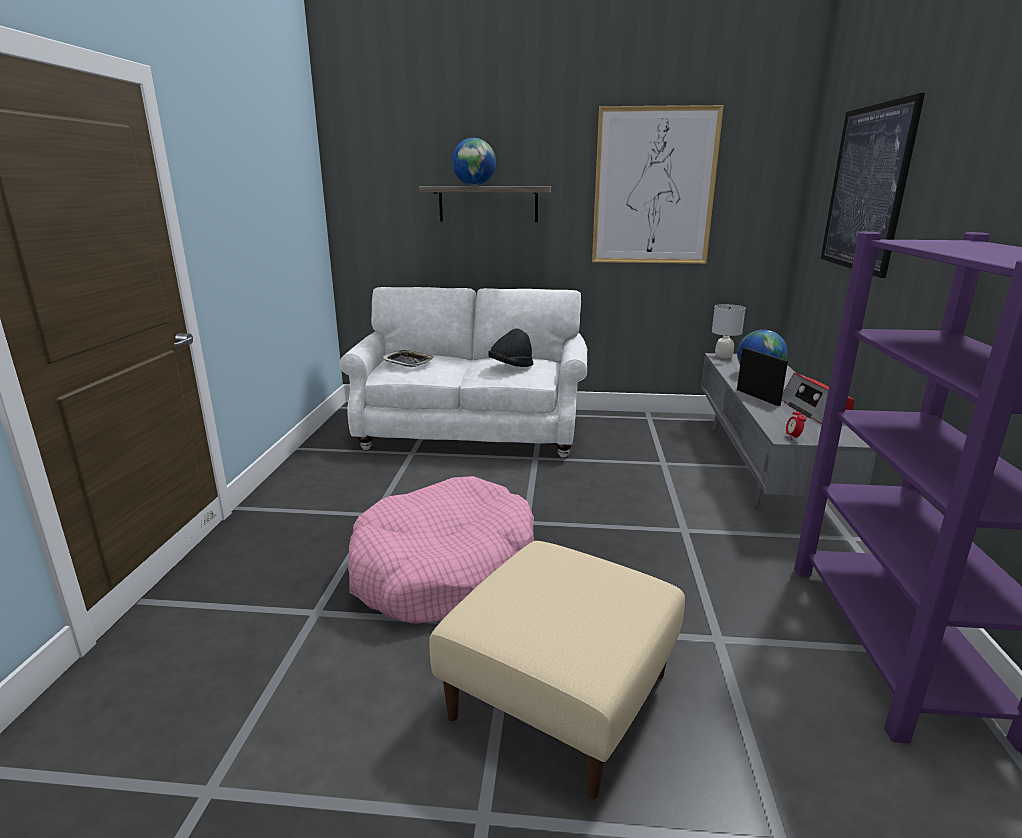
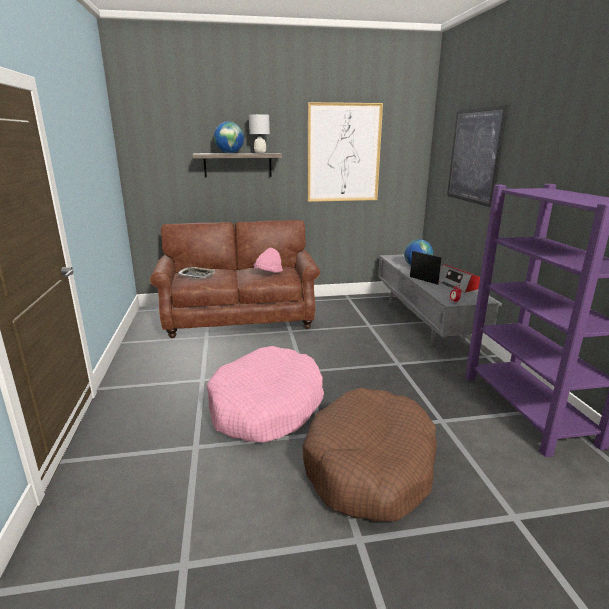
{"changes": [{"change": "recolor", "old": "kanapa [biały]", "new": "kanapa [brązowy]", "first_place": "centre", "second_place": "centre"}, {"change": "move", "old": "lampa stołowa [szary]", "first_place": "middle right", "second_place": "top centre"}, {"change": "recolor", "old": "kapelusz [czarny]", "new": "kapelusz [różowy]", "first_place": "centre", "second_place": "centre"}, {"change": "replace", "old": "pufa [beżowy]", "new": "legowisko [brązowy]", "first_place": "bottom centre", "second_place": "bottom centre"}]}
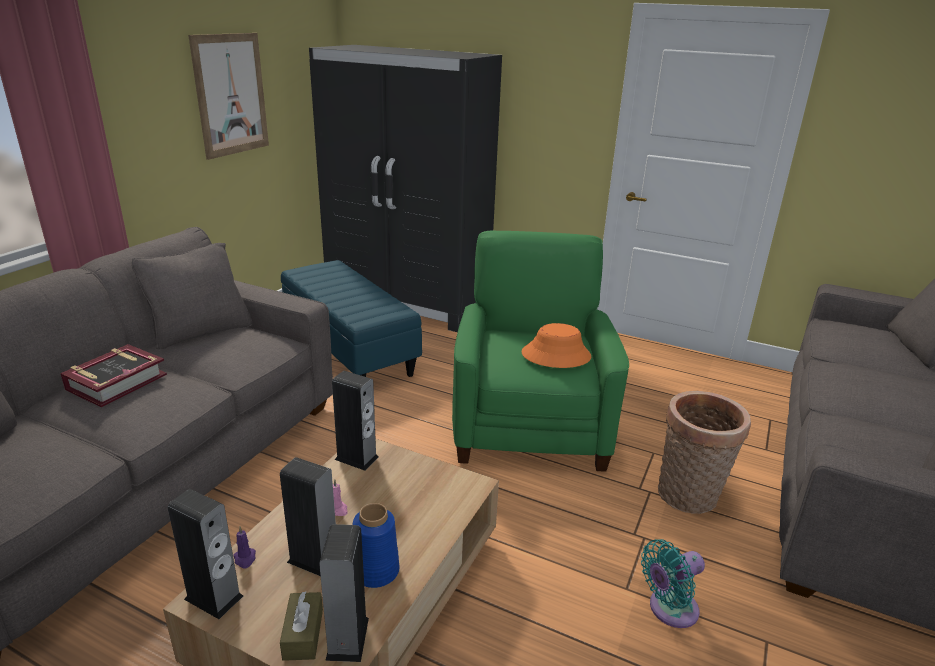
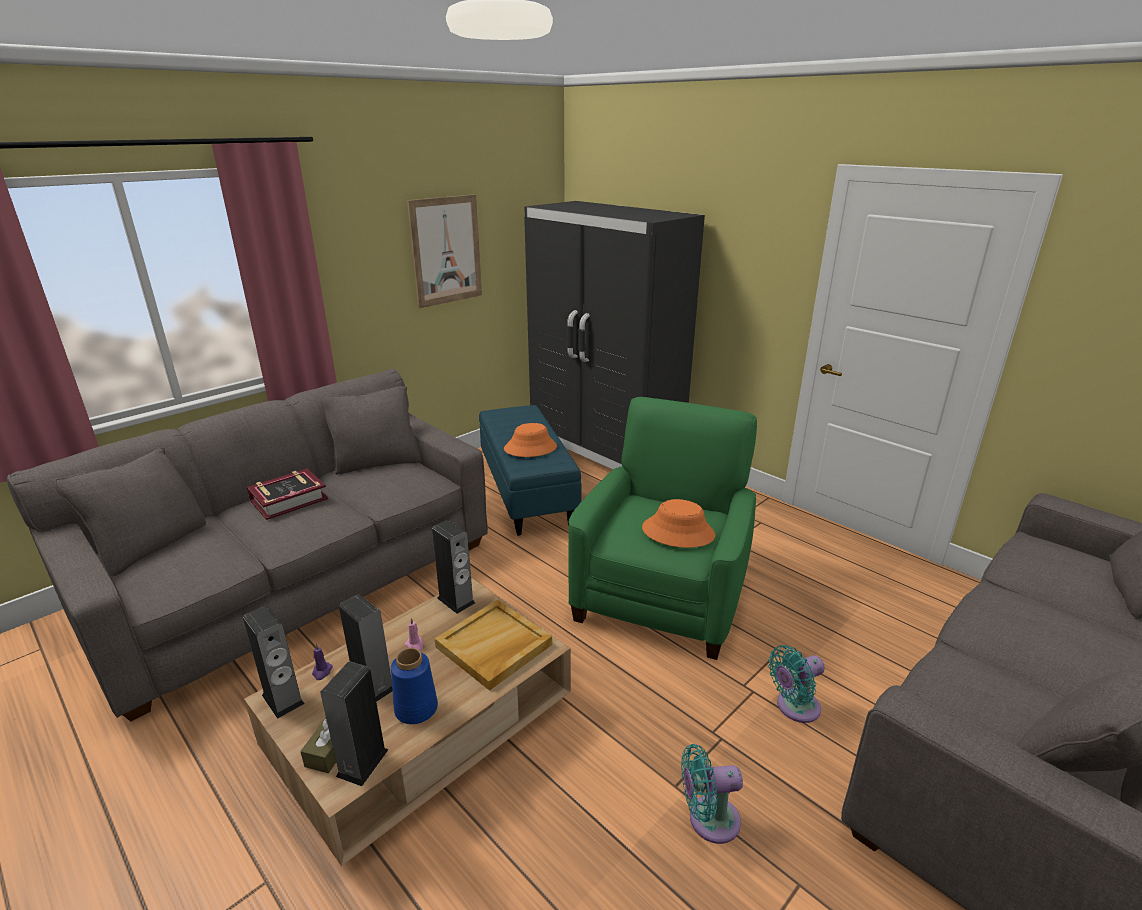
{"changes": [{"change": "replace", "old": "koszyk", "new": "wentylator [turkusowy] (2nd from left)", "first_place": "bottom right", "second_place": "bottom right"}, {"change": "insert", "new": "kapelusz [pomarańczowy] (1st from left)", "second_place": "centre"}, {"change": "insert", "new": "taca [beżowy]", "second_place": "bottom centre"}]}
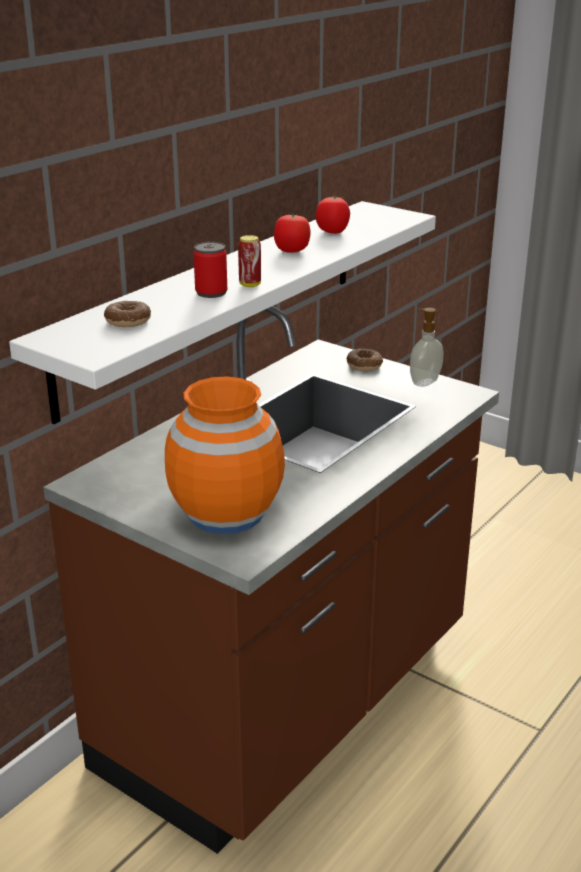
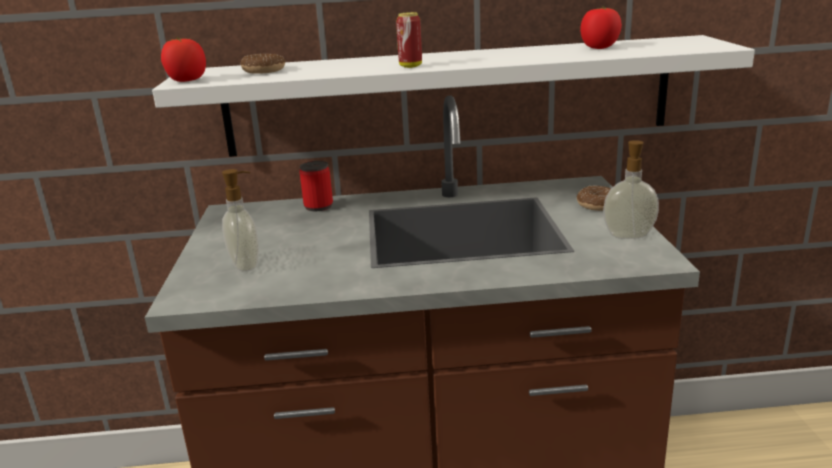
{"changes": [{"change": "move", "old": "pomidor (1st from left)", "first_place": "top centre", "second_place": "top left"}, {"change": "move", "old": "puszka (1st from left)", "first_place": "top centre", "second_place": "centre"}, {"change": "replace", "old": "wazon [pomarańczowy]", "new": "dozownik mydła (1st from left)", "first_place": "centre", "second_place": "middle left"}]}
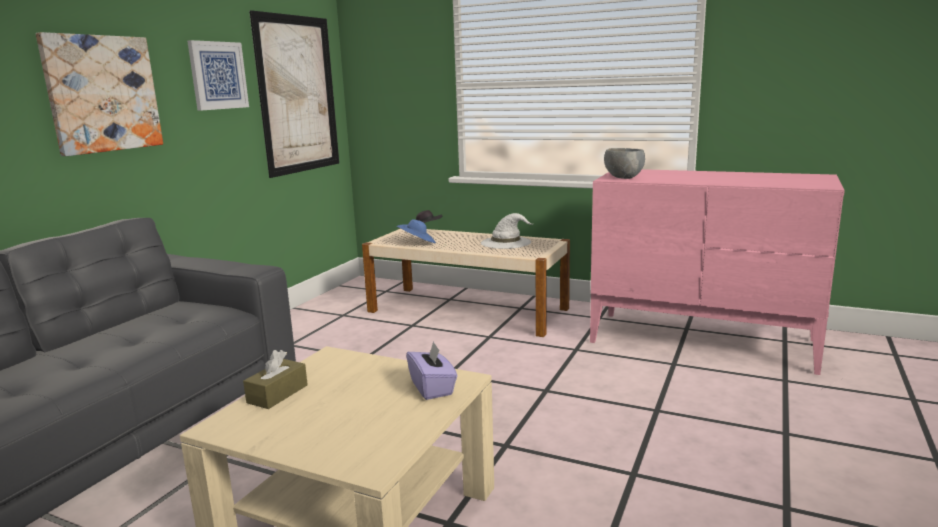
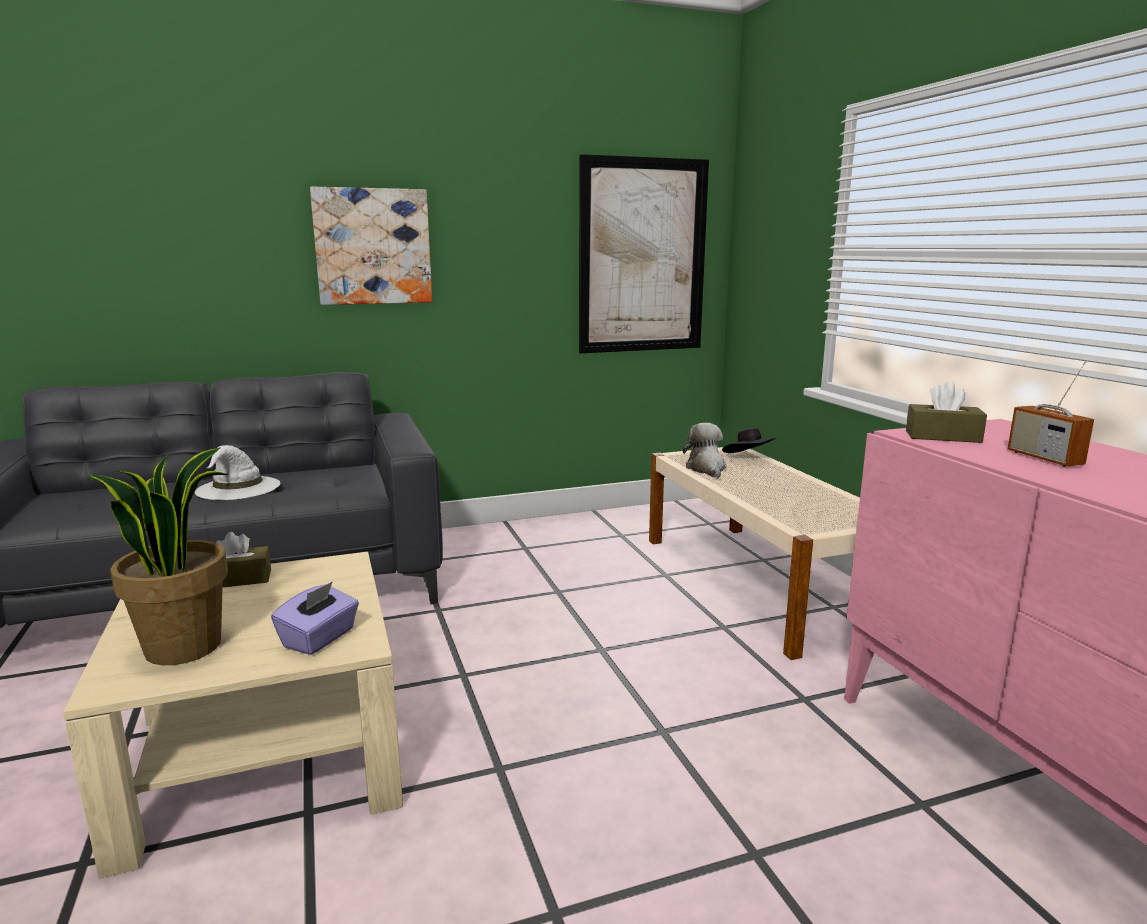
{"changes": [{"change": "delete", "old": "obraz (2nd from left)", "first_place": "top left"}, {"change": "replace", "old": "miska [szary]", "new": "pudełko chusteczek [brązowy] (2nd from left)", "first_place": "top centre", "second_place": "middle right"}, {"change": "move", "old": "kapelusz [biały]", "first_place": "centre", "second_place": "middle left"}, {"change": "replace", "old": "kapelusz [niebieski]", "new": "pluszak", "first_place": "centre", "second_place": "centre"}, {"change": "insert", "new": "radio", "second_place": "middle right"}, {"change": "insert", "new": "roślina doniczkowa", "second_place": "middle left"}]}
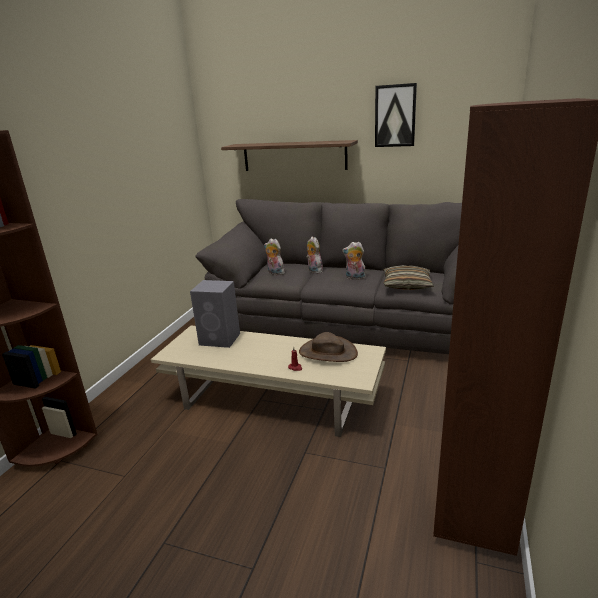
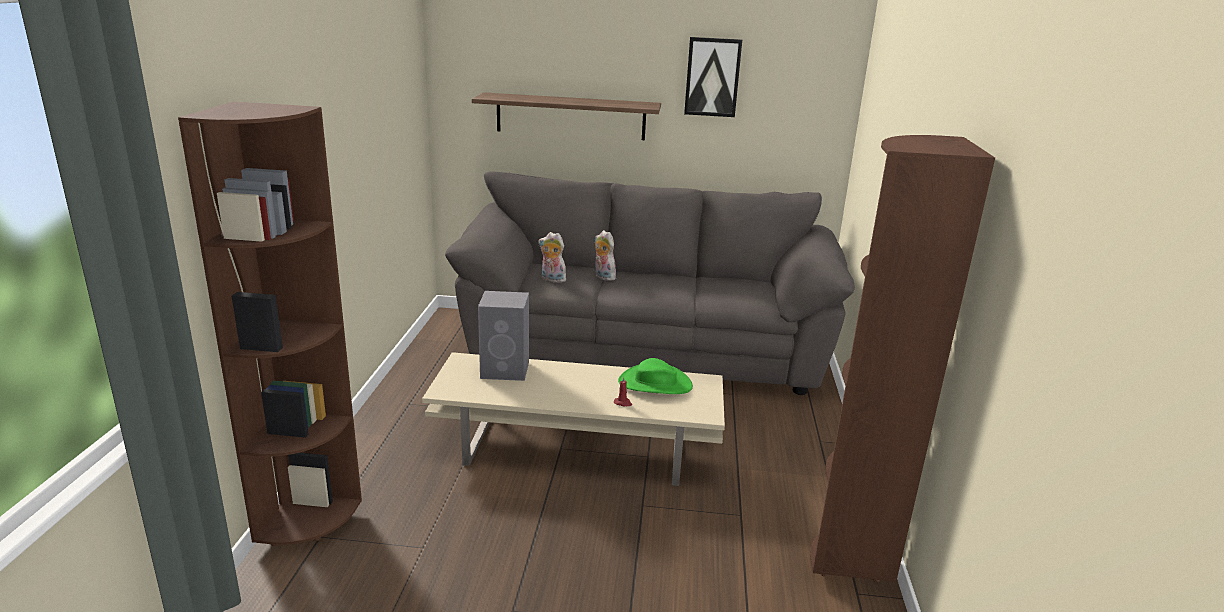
{"changes": [{"change": "delete", "old": "pluszak (3rd from left)", "first_place": "centre"}, {"change": "delete", "old": "poduszka", "first_place": "middle right"}, {"change": "recolor", "old": "kapelusz [brązowy]", "new": "kapelusz [zielony]", "first_place": "centre", "second_place": "centre"}]}
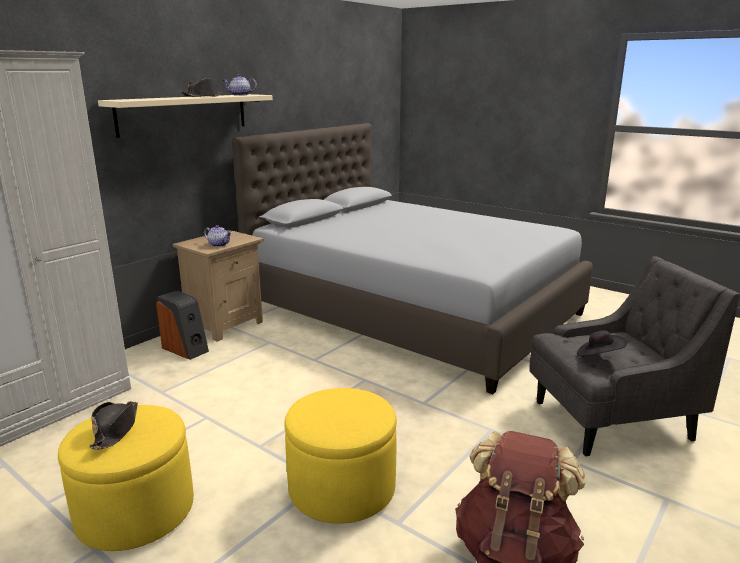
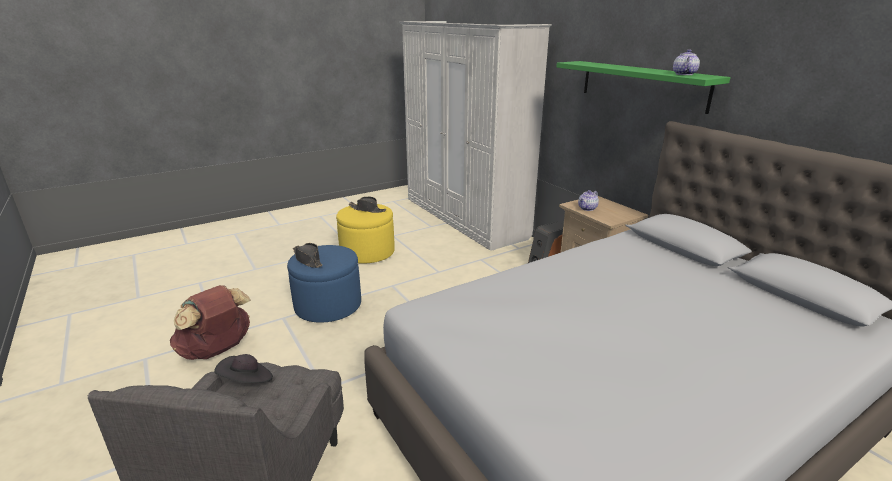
{"changes": [{"change": "move", "old": "kapelusz [czarny] (2nd from left)", "first_place": "top left", "second_place": "centre"}, {"change": "recolor", "old": "półka [beżowy]", "new": "półka [zielony]", "first_place": "top left", "second_place": "top right"}, {"change": "recolor", "old": "pufa [żółty] (2nd from left)", "new": "pufa [niebieski]", "first_place": "bottom centre", "second_place": "centre"}]}
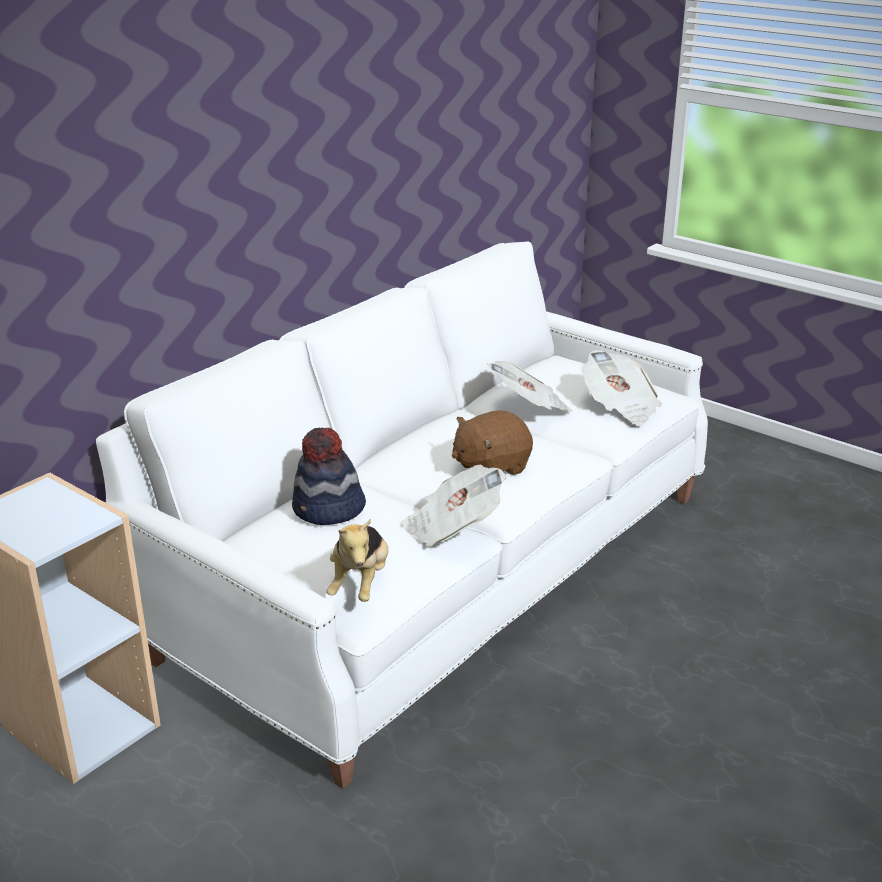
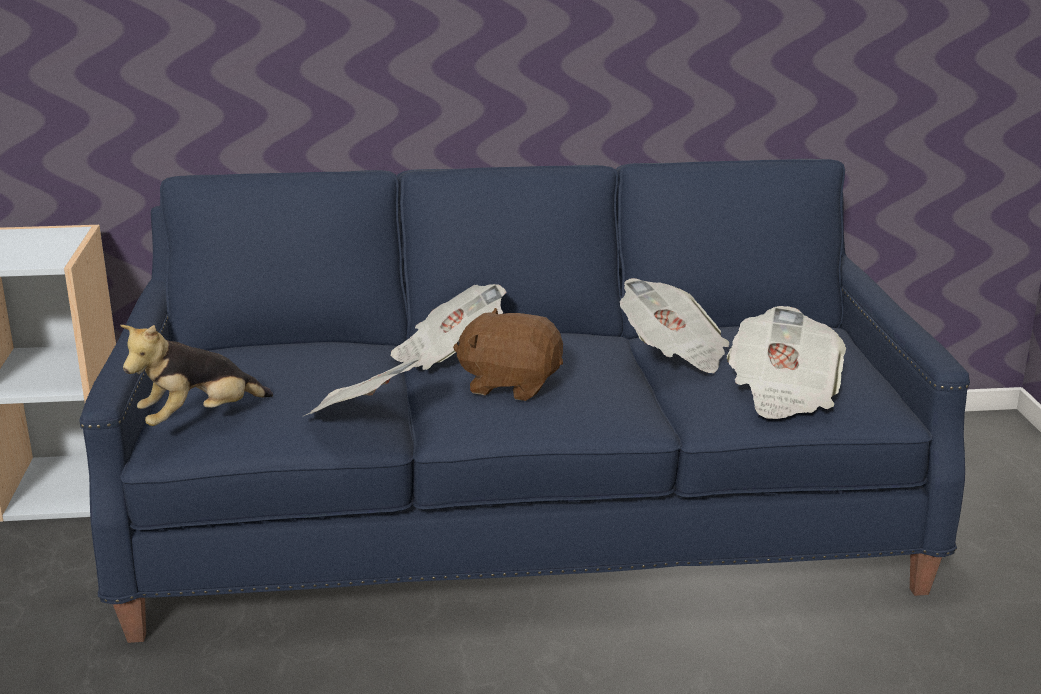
{"changes": [{"change": "recolor", "old": "kanapa [biały]", "new": "kanapa [niebieski]", "first_place": "centre", "second_place": "centre"}, {"change": "delete", "old": "kapelusz", "first_place": "centre"}, {"change": "insert", "new": "gazeta (2nd from left)", "second_place": "centre"}]}
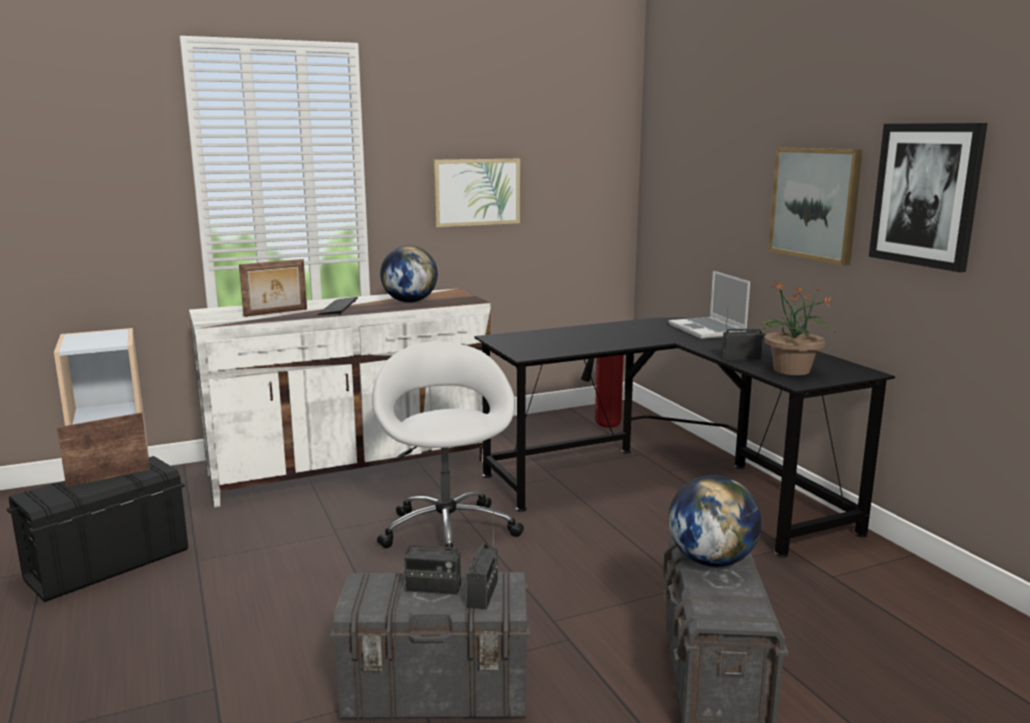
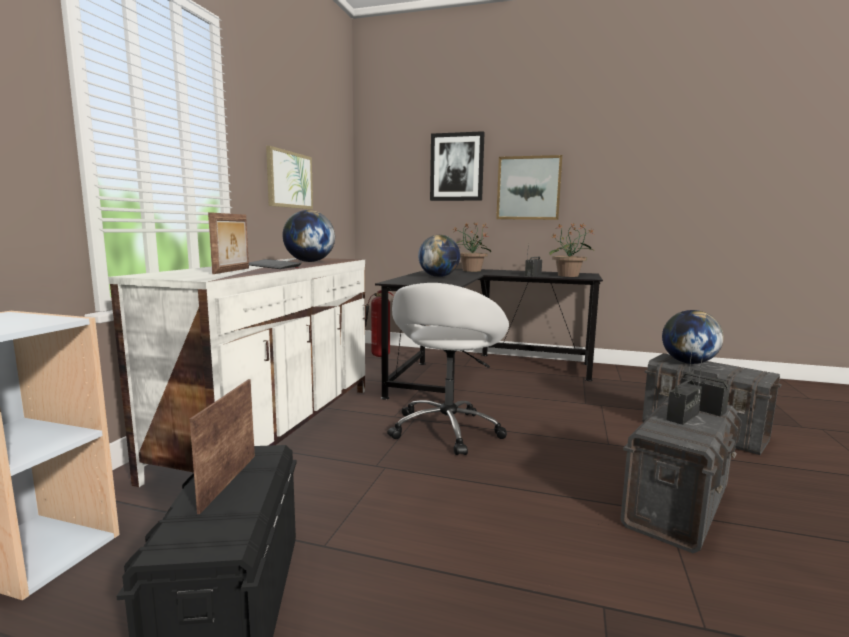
{"changes": [{"change": "move", "old": "obraz (3rd from left in the first image)", "new": "obraz (2nd from left)", "first_place": "top right", "second_place": "top centre"}, {"change": "replace", "old": "laptop", "new": "roślina doniczkowa (1st from left)", "first_place": "middle right", "second_place": "centre"}, {"change": "rotate", "old": "krzesło biurowe [biały]", "first_place": "centre", "second_place": "centre", "degrees": -90}, {"change": "insert", "new": "globus (2nd from left)", "second_place": "centre"}]}
